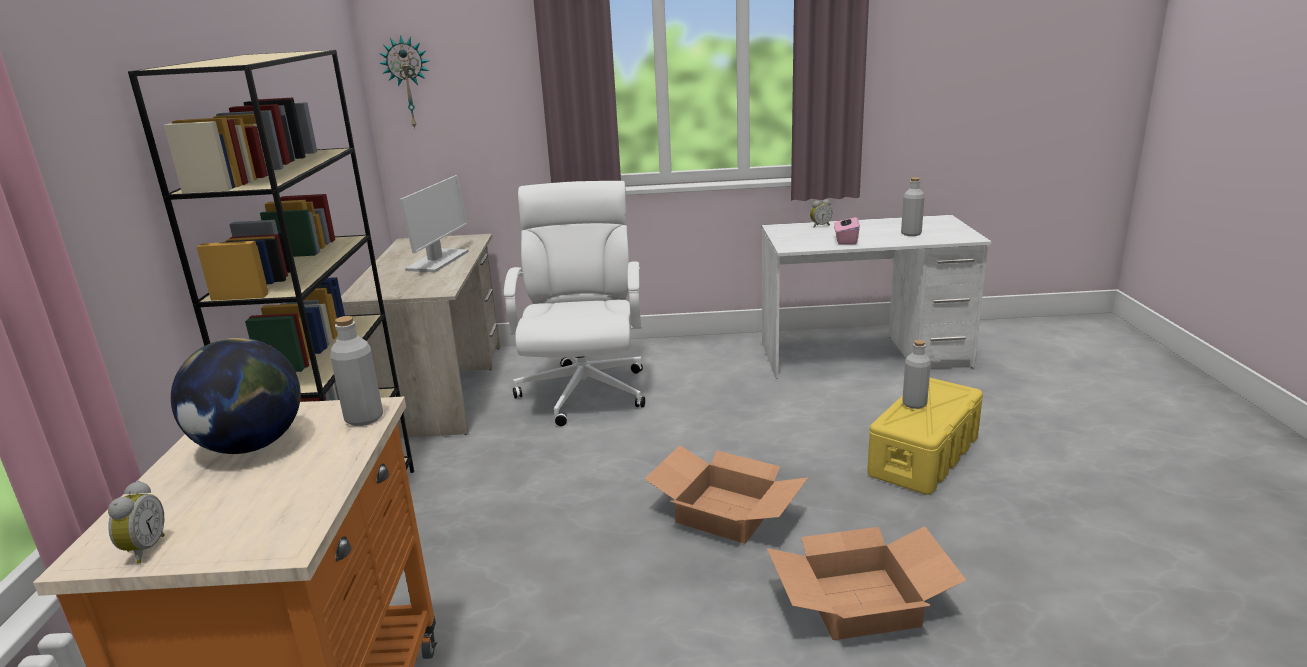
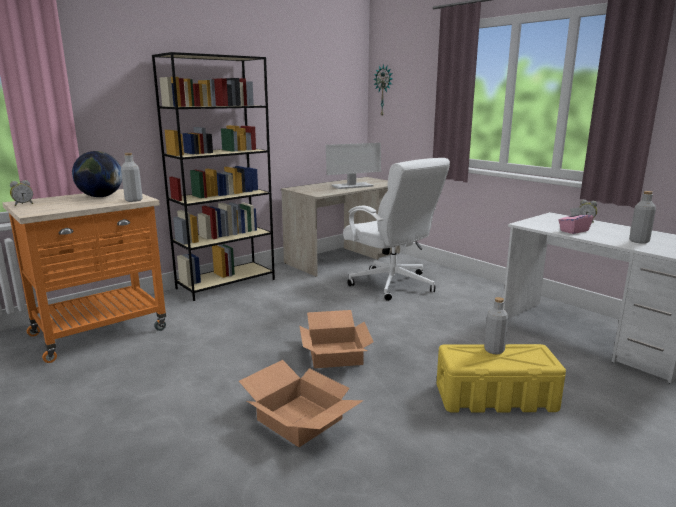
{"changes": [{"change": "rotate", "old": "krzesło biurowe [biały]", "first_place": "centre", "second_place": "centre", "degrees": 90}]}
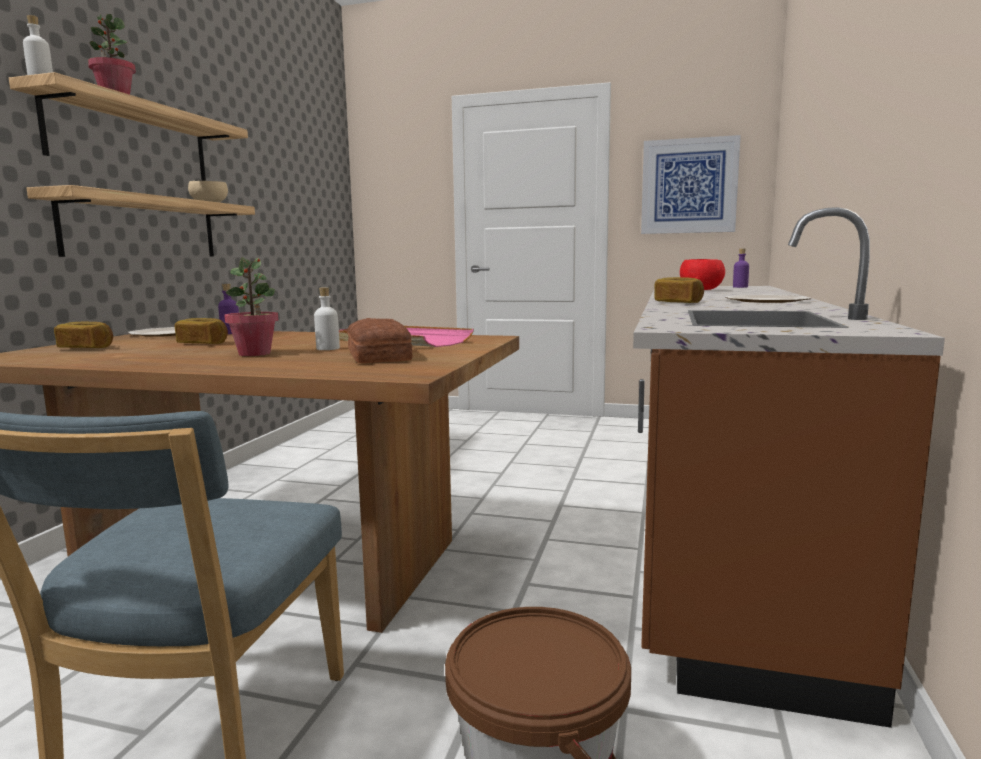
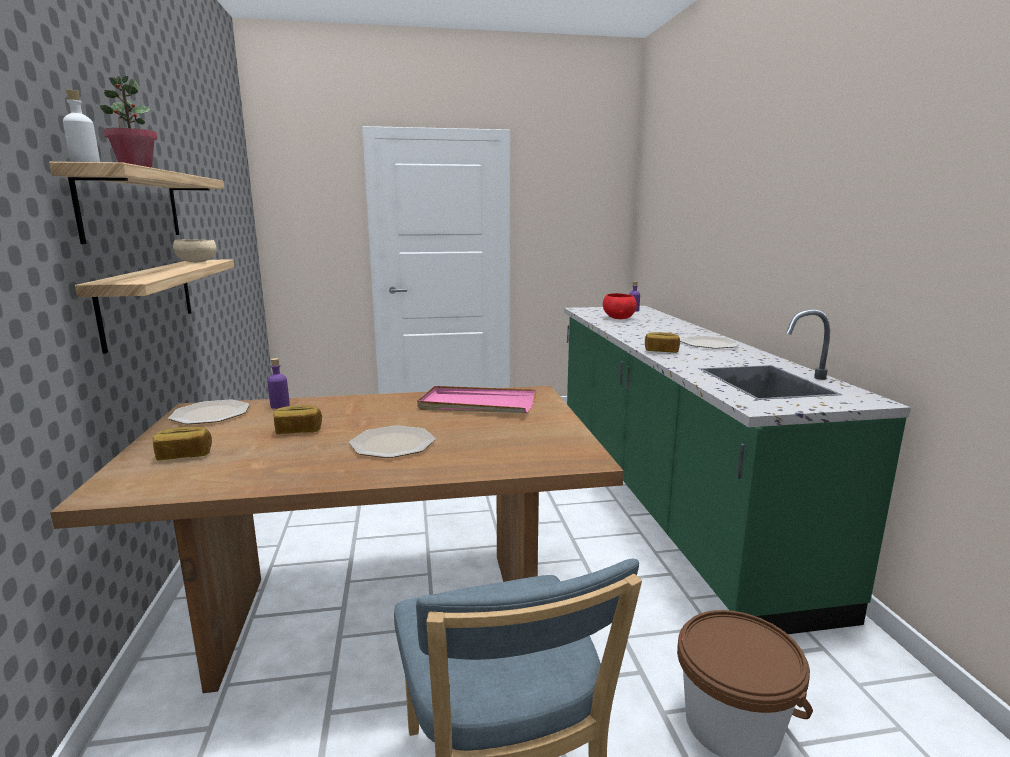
{"changes": [{"change": "delete", "old": "obraz", "first_place": "top right"}, {"change": "recolor", "old": "zabudowa kuchenna [brązowy]", "new": "zabudowa kuchenna [zielony]", "first_place": "middle right", "second_place": "middle right"}, {"change": "replace", "old": "roślina doniczkowa (2nd from left)", "new": "talerz (2nd from left)", "first_place": "middle left", "second_place": "centre"}, {"change": "delete", "old": "butelka [biały] (2nd from left)", "first_place": "centre"}, {"change": "delete", "old": "chleb (3rd from left)", "first_place": "centre"}]}
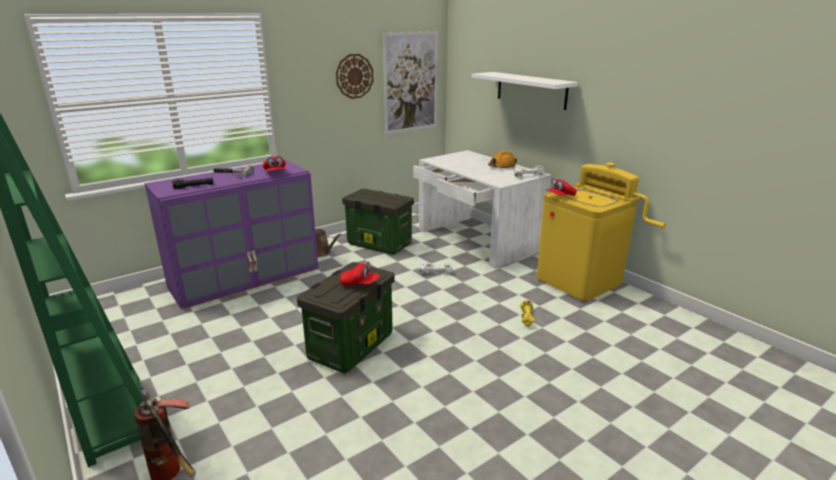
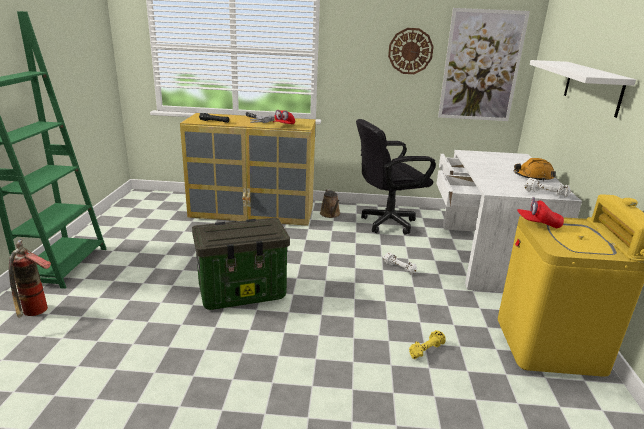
{"changes": [{"change": "recolor", "old": "szafka [fioletowy]", "new": "szafka [żółty]", "first_place": "middle left", "second_place": "centre"}, {"change": "replace", "old": "pojemnik do przechowywania (2nd from left)", "new": "krzesło biurowe [czarny]", "first_place": "centre", "second_place": "centre"}, {"change": "delete", "old": "czapka z daszkiem [czerwony] (2nd from left)", "first_place": "centre"}]}
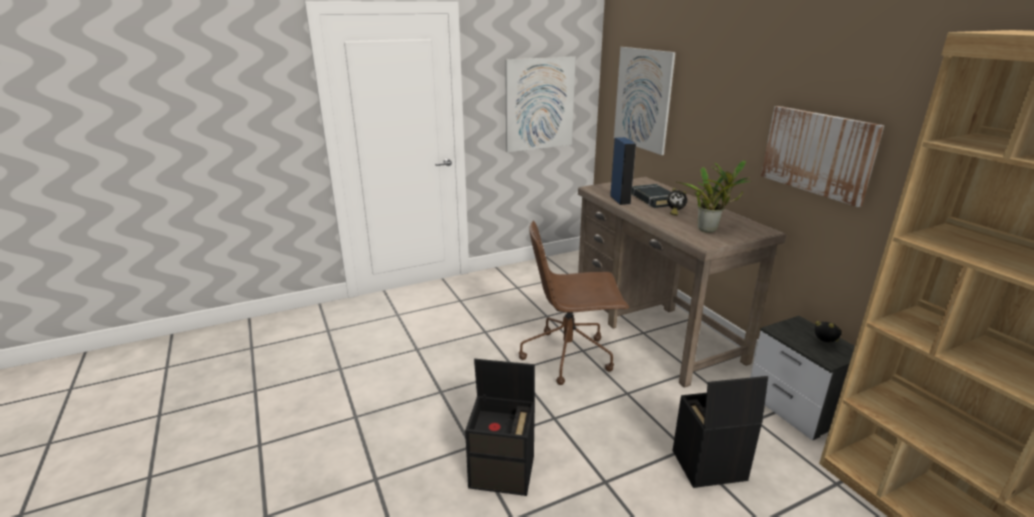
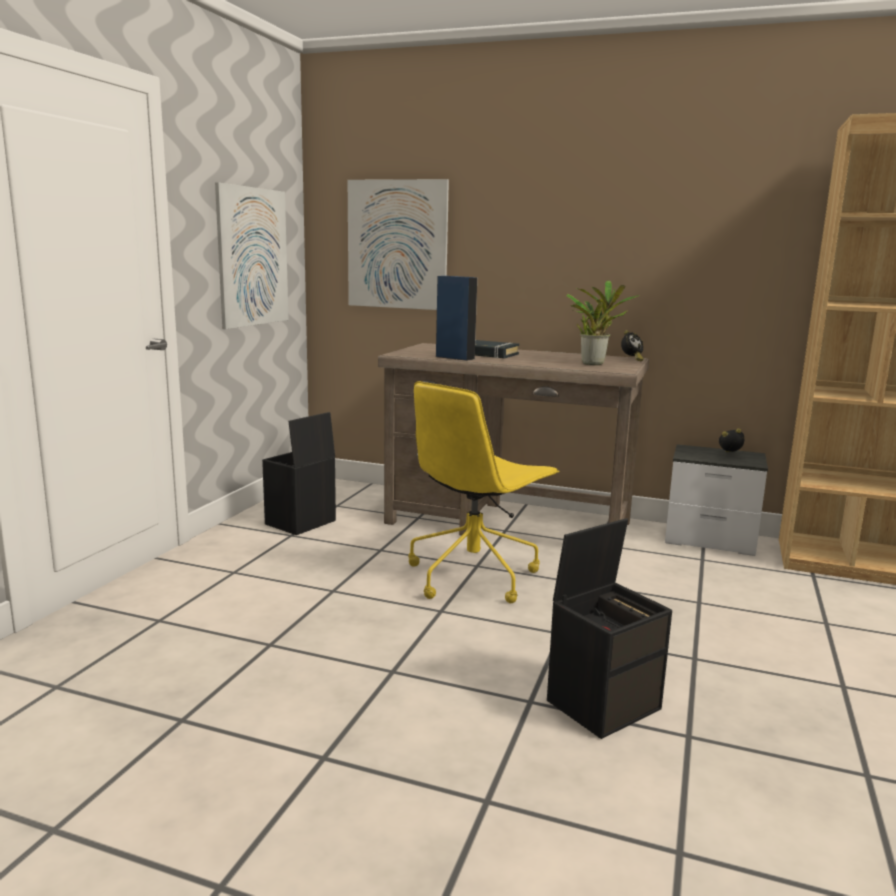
{"changes": [{"change": "delete", "old": "obraz (3rd from left)", "first_place": "top right"}, {"change": "move", "old": "budzik (1st from left)", "first_place": "centre", "second_place": "middle right"}, {"change": "recolor", "old": "krzesło biurowe [brązowy]", "new": "krzesło biurowe [żółty]", "first_place": "centre", "second_place": "centre"}, {"change": "move", "old": "pojemnik do przechowywania [czarny] (2nd from left in the first image)", "new": "pojemnik do przechowywania [czarny] (1st from left)", "first_place": "bottom right", "second_place": "centre"}]}
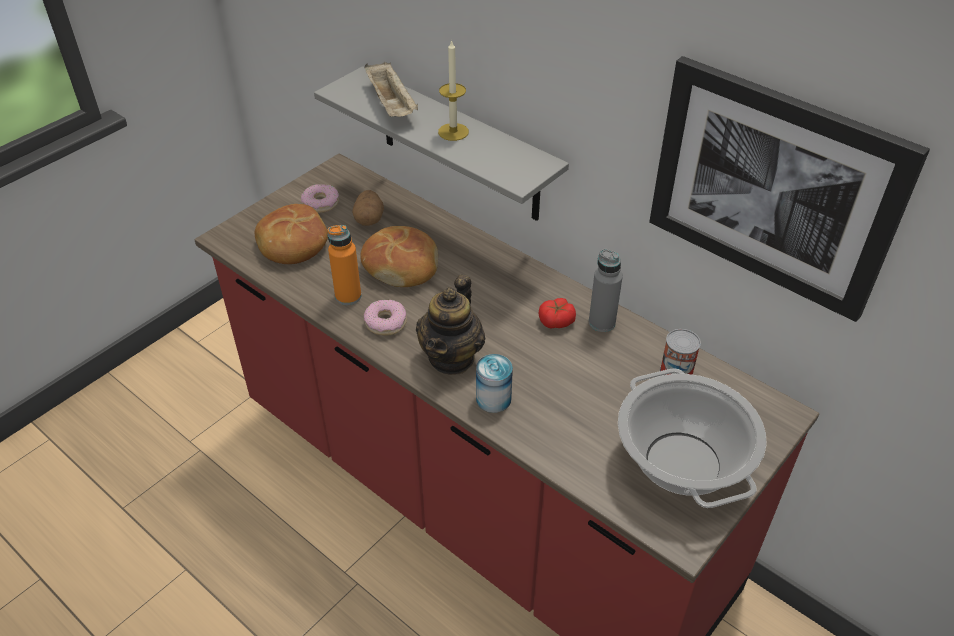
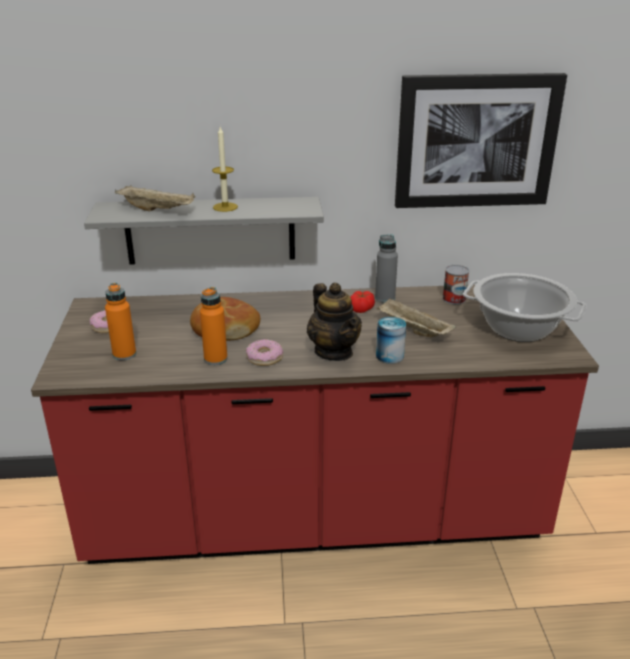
{"changes": [{"change": "delete", "old": "ziemniak", "first_place": "top centre"}, {"change": "replace", "old": "chleb (1st from left)", "new": "butelka [pomarańczowy] (1st from left)", "first_place": "middle left", "second_place": "middle left"}, {"change": "insert", "new": "taca [beżowy] (2nd from left)", "second_place": "centre"}]}
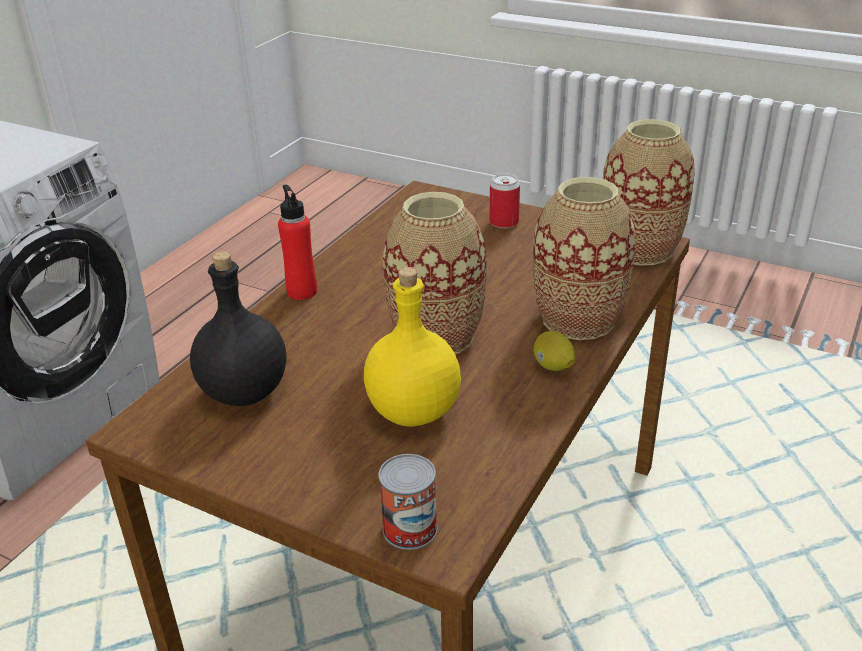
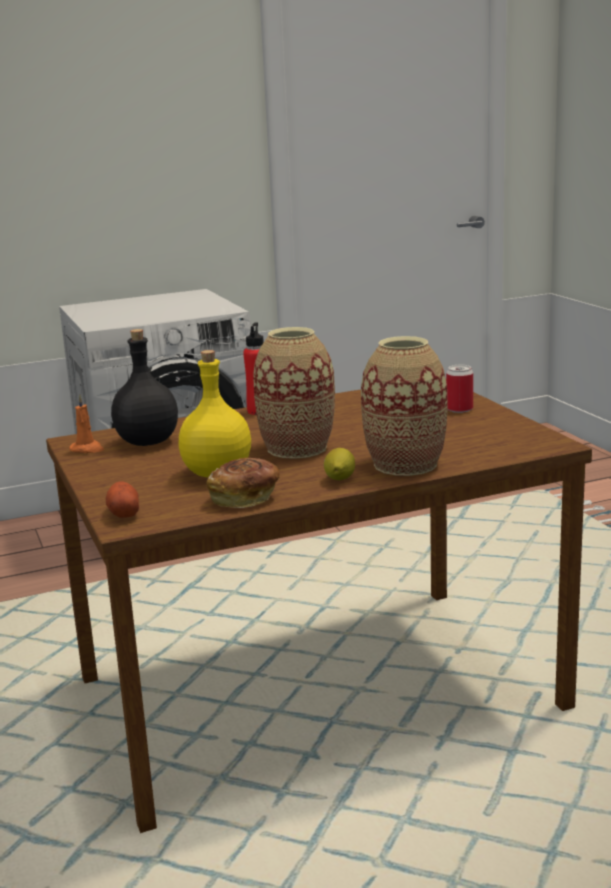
{"changes": [{"change": "delete", "old": "wazon (3rd from left)", "first_place": "top right"}, {"change": "replace", "old": "puszka (1st from left)", "new": "ziemniak", "first_place": "bottom centre", "second_place": "middle left"}, {"change": "insert", "new": "świeca [pomarańczowy]", "second_place": "middle left"}, {"change": "insert", "new": "chleb", "second_place": "centre"}]}
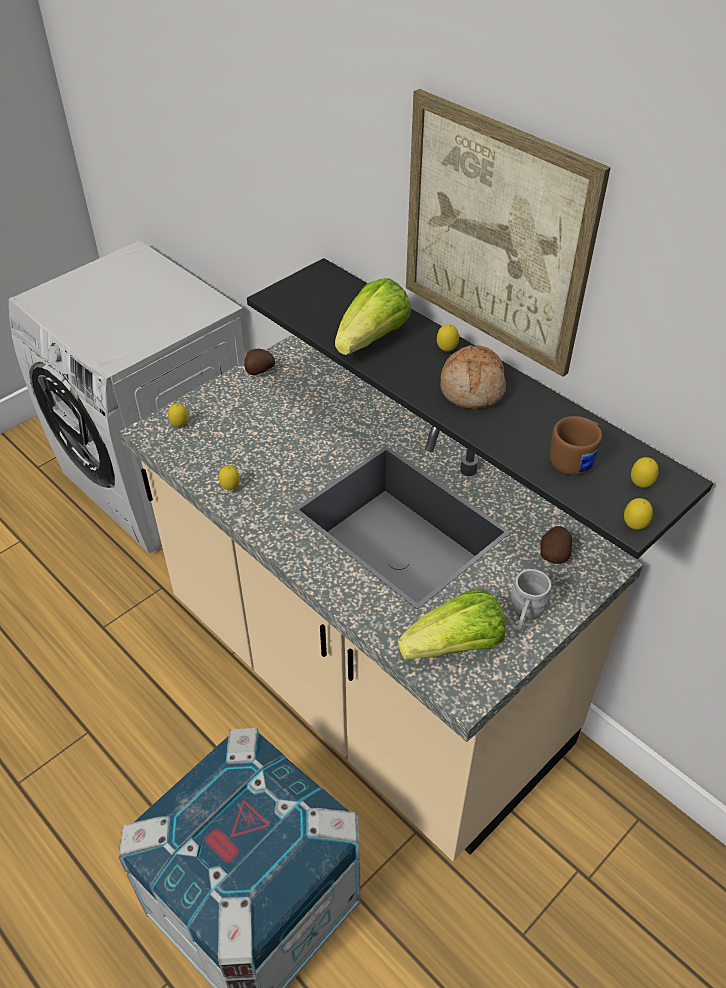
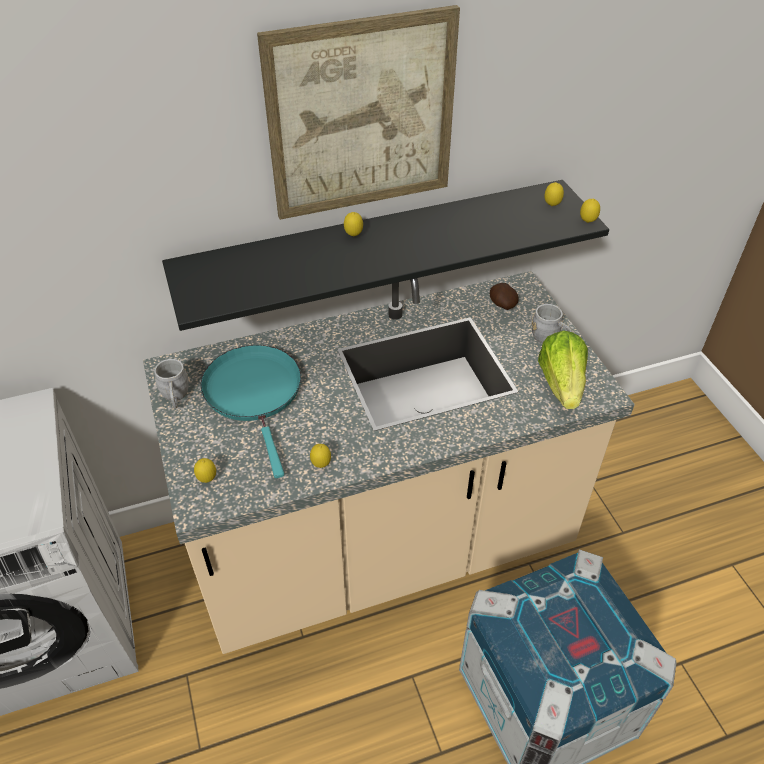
{"changes": [{"change": "delete", "old": "sałata (1st from left)", "first_place": "top centre"}, {"change": "delete", "old": "chleb", "first_place": "centre"}, {"change": "replace", "old": "ziemniak (1st from left)", "new": "kubek [szary] (1st from left)", "first_place": "centre", "second_place": "middle left"}, {"change": "delete", "old": "kubek [brązowy]", "first_place": "middle right"}, {"change": "insert", "new": "patelnia [turkusowy]", "second_place": "middle left"}]}
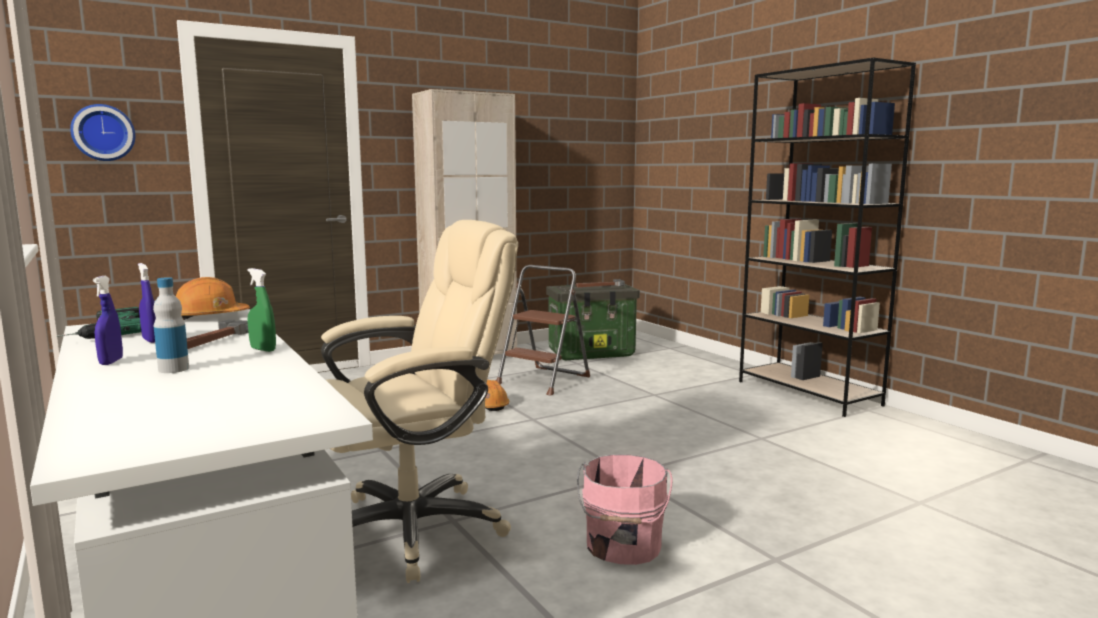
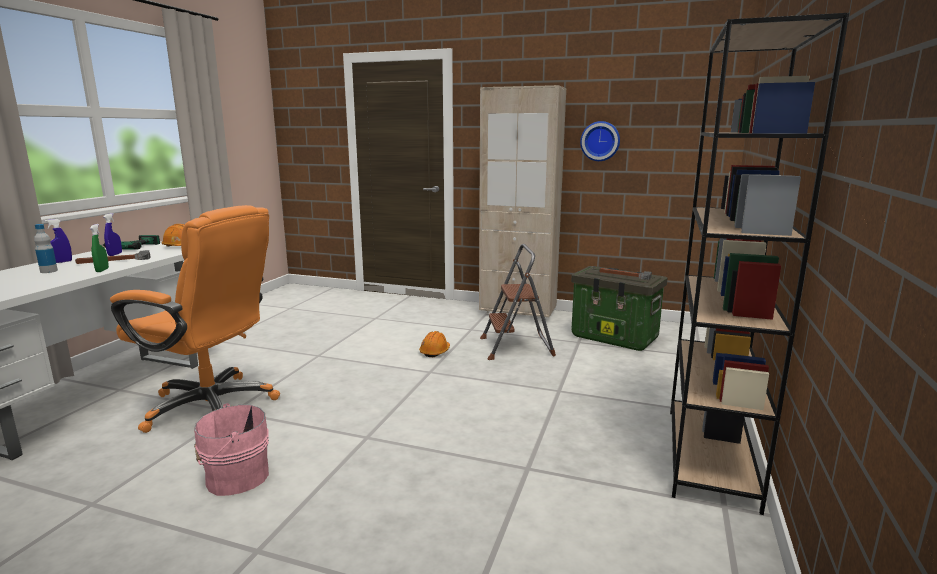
{"changes": [{"change": "move", "old": "zegar ścienny", "first_place": "top left", "second_place": "top centre"}, {"change": "recolor", "old": "krzesło biurowe [beżowy]", "new": "krzesło biurowe [pomarańczowy]", "first_place": "centre", "second_place": "middle left"}]}
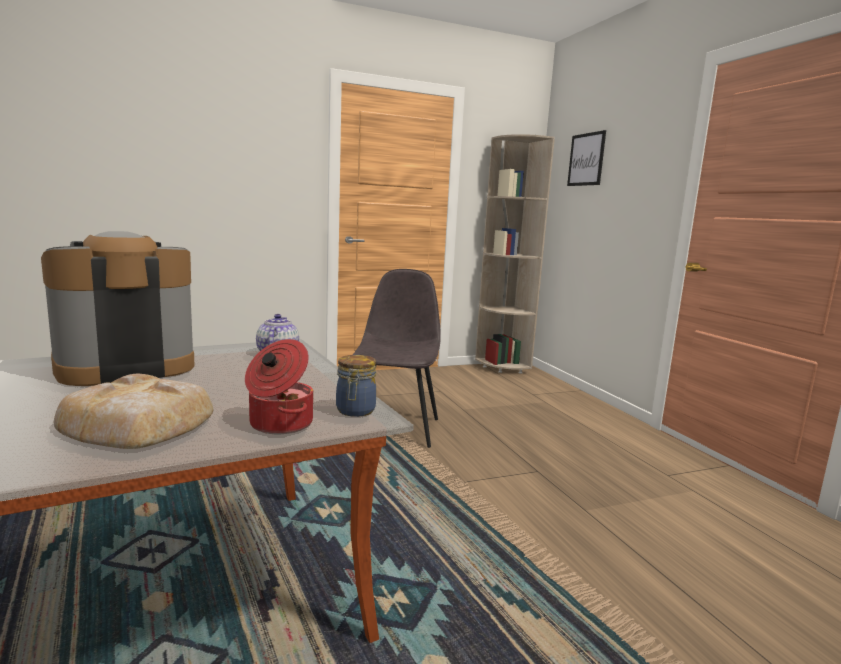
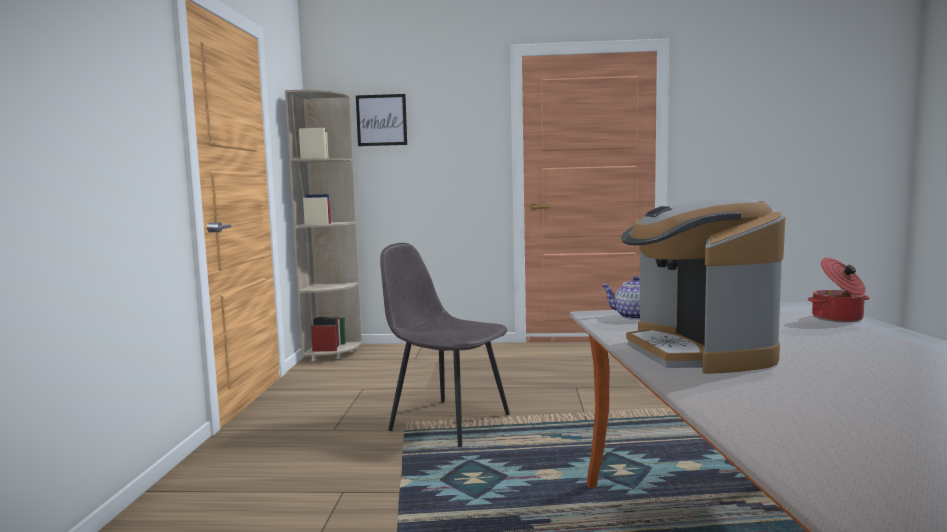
{"changes": [{"change": "delete", "old": "słoik", "first_place": "centre"}, {"change": "delete", "old": "chleb", "first_place": "middle left"}]}
